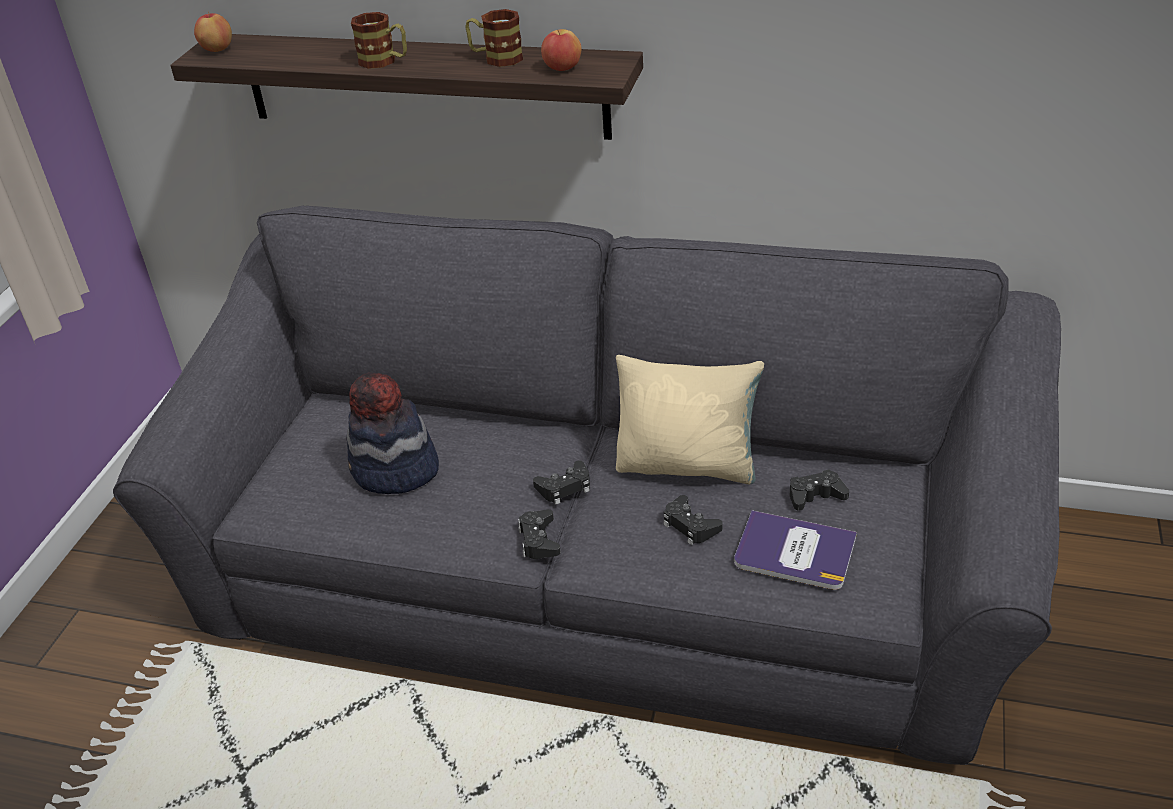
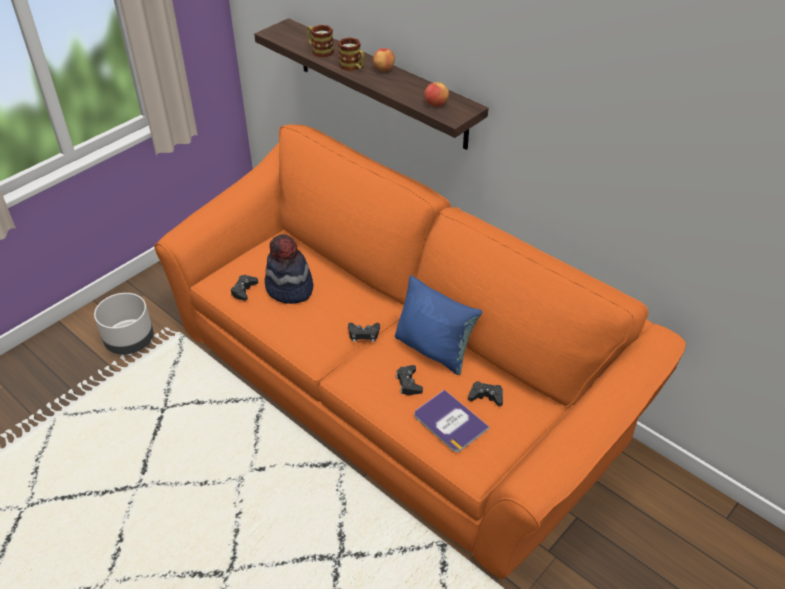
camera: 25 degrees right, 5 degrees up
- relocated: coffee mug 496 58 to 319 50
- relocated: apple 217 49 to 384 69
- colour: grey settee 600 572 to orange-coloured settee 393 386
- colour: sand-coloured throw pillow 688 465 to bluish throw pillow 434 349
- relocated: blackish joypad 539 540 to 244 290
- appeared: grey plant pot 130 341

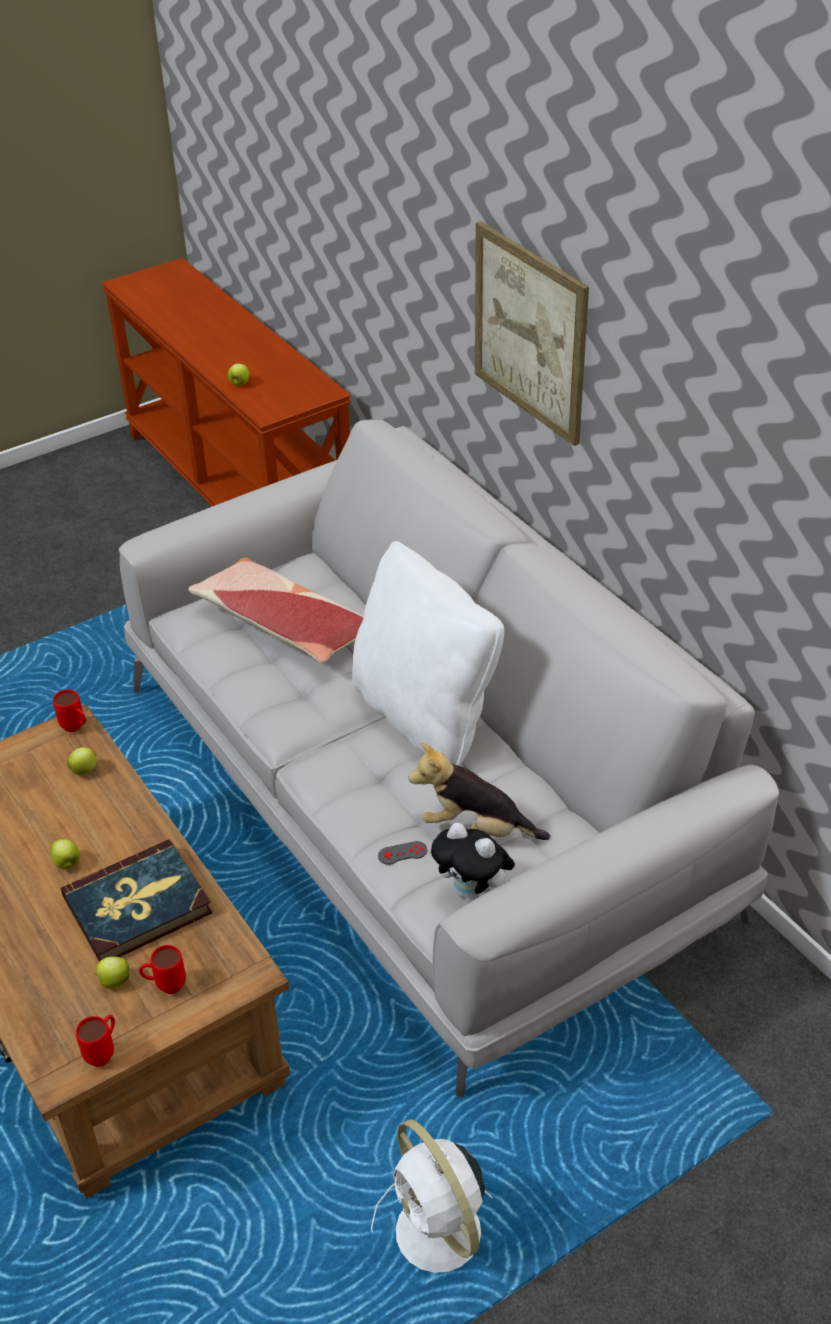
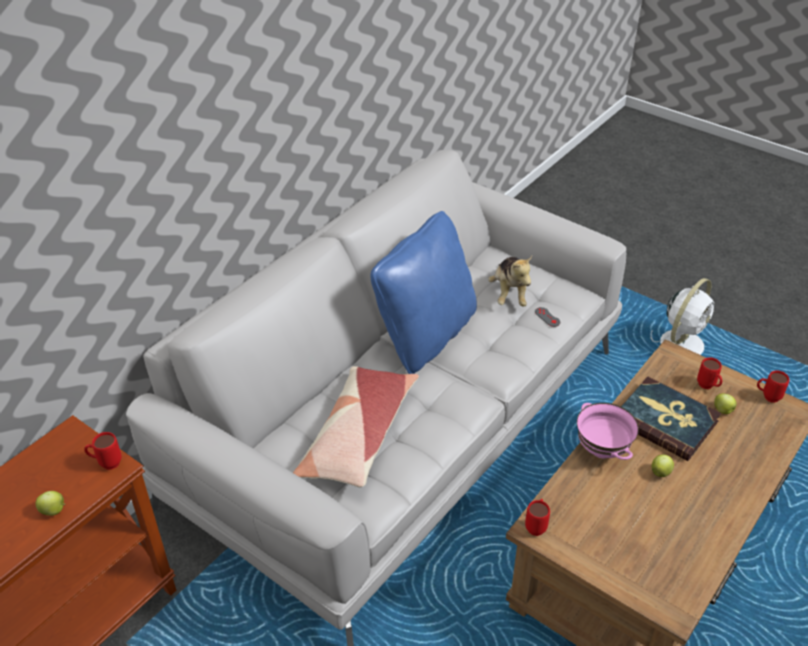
camera: 110 degrees left, 0 degrees up
- missing: picture 530 332
- colour: white throw pillow 424 717 to bluish throw pillow 425 336
- missing: apple 85 770
- missing: plush toy 474 894
- appeared: pink-coloured serving bowl 602 450
- appeared: red coffee mug 106 463

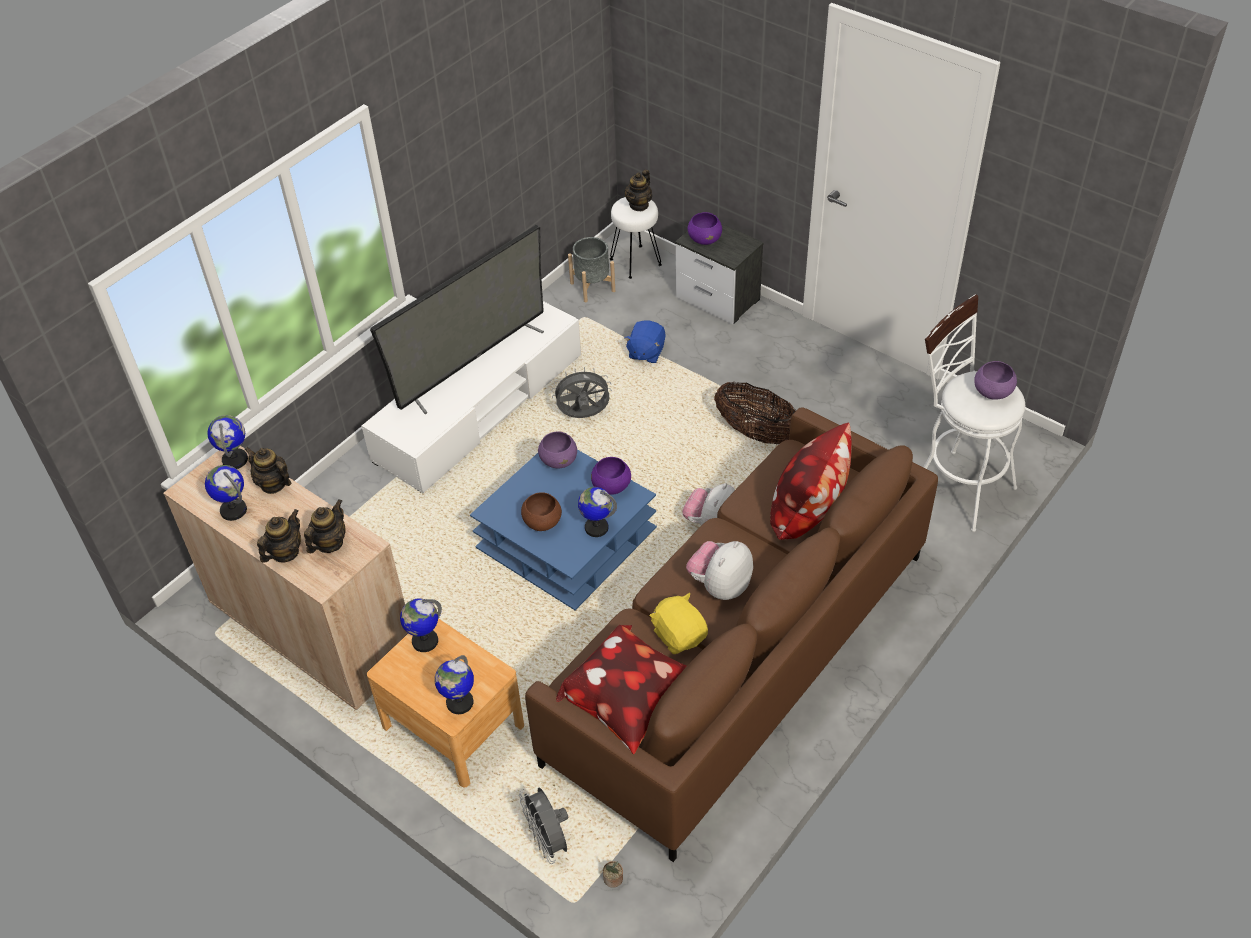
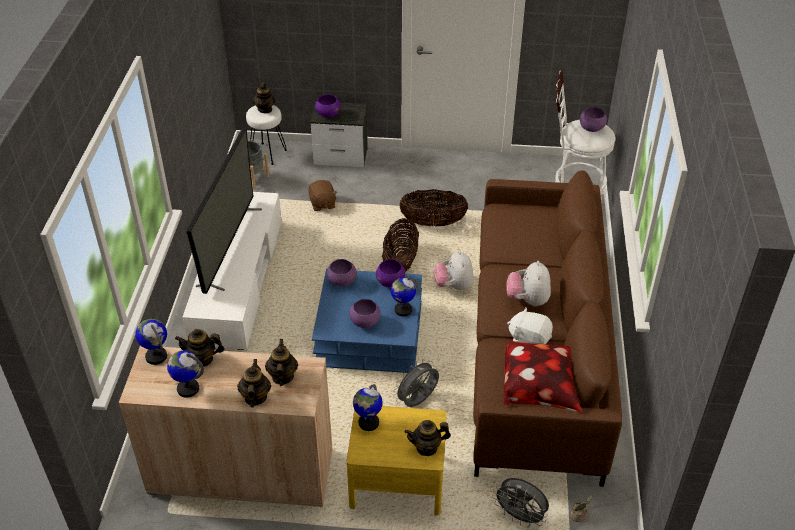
camera: 35 degrees left, 5 degrees down
- colour: bluish plush toy 646 352 to brown plush toy 322 204
- relocated: grey fan 583 416 to 417 402
- missing: throw pillow 809 510
- colour: brown serving bowl 542 522 to purple-coloured serving bowl 365 322
- colour: yellowish plush toy 679 635 to white plush toy 529 339
- colour: brown bedside table 453 726 to yellowish bedside table 397 482
- exchanged: globe 459 702 to teapot 427 447
- appeared: household basket 400 262

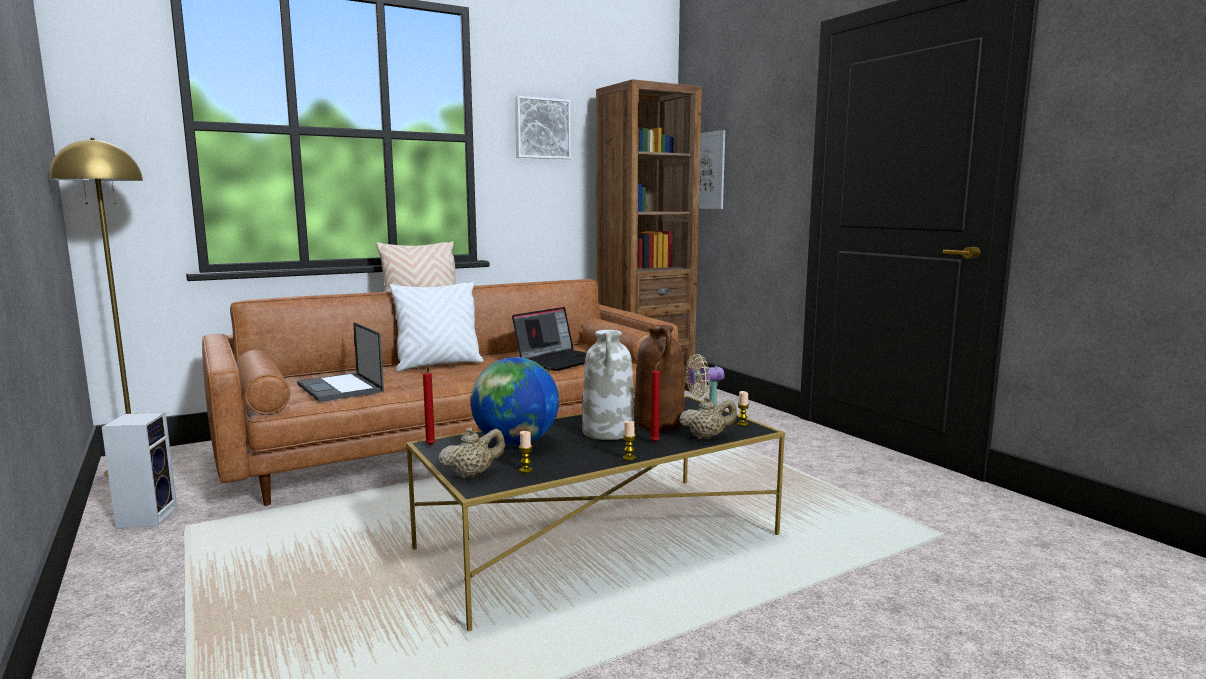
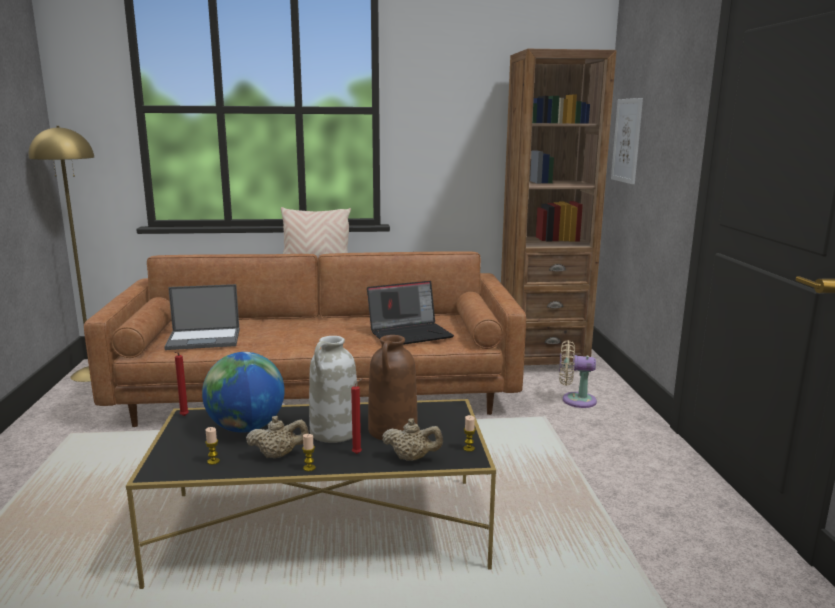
camera: 25 degrees right, 5 degrees up
- missing: picture 542 128
- missing: white throw pillow 438 365
- spun: laptop 341 388 = 205 339 90 degrees counterclockwise
- missing: loudspeaker 147 516
- relocated: sand-coloured teapot 473 474 to 278 455

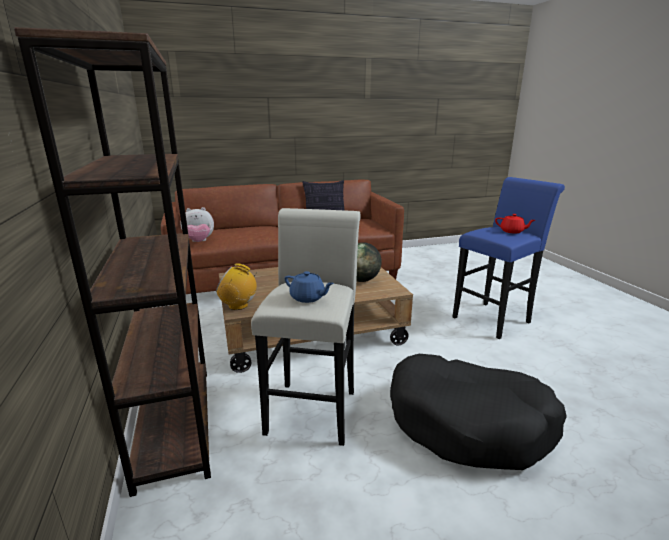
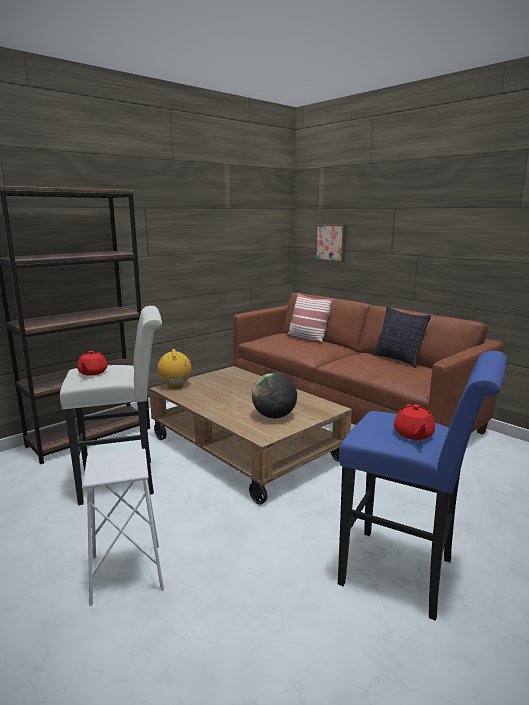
camera: 65 degrees right, 5 degrees down
- missing: plush toy 199 242
- colour: bluish teapot 308 298 to red teapot 92 372
- exchanged: blackish pet bed 469 423 to white sitting stool 126 573
- appeared: picture 331 242
- appeared: throw pillow 307 339

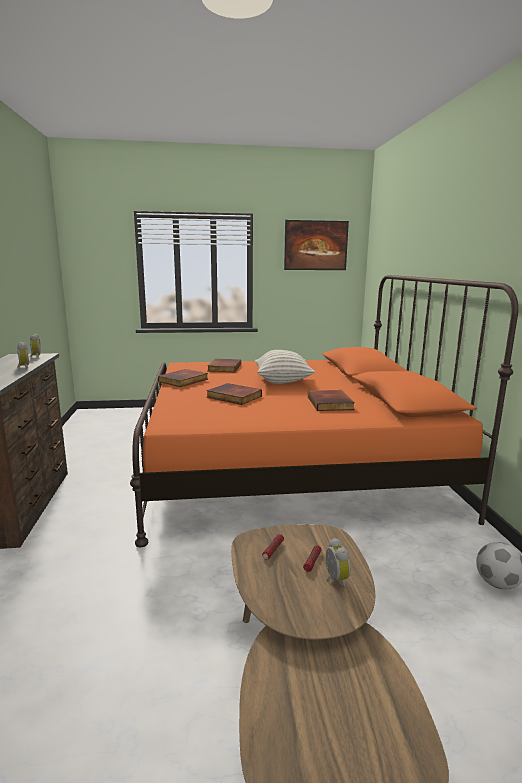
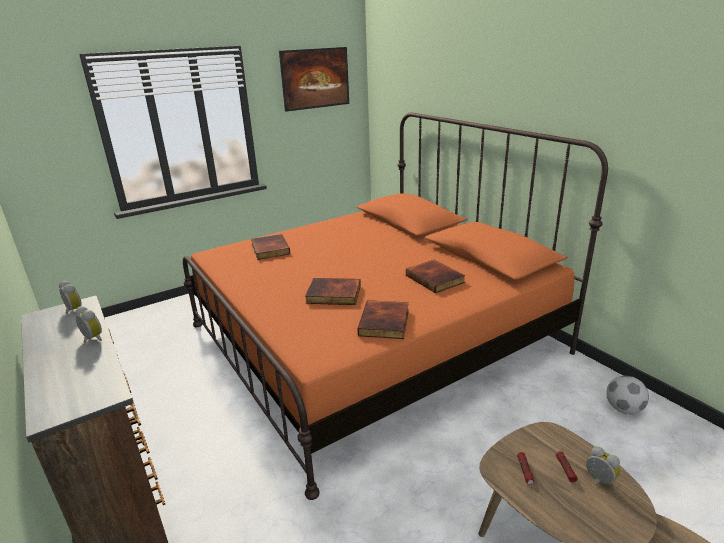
camera: 25 degrees left, 10 degrees up
- missing: throw pillow 282 381
- relocated: book 184 380 to 385 322

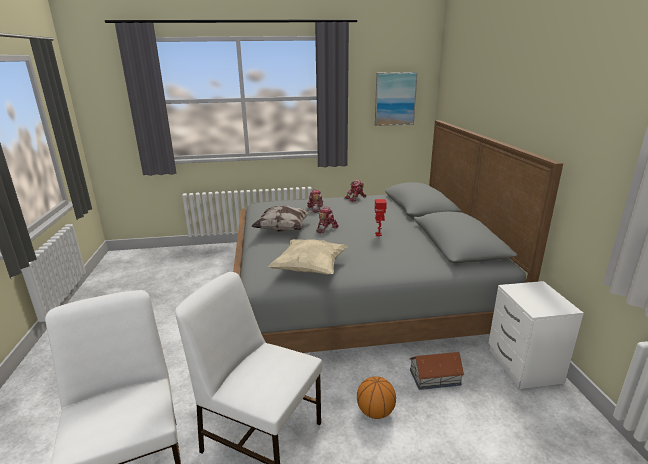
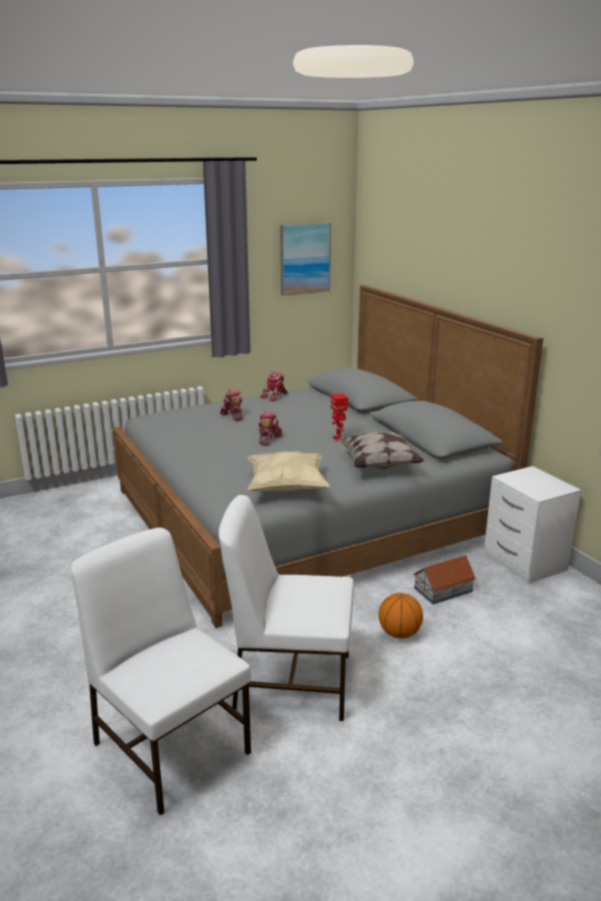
camera: 20 degrees left, 0 degrees up
- relocated: throw pillow 284 229 to 380 465

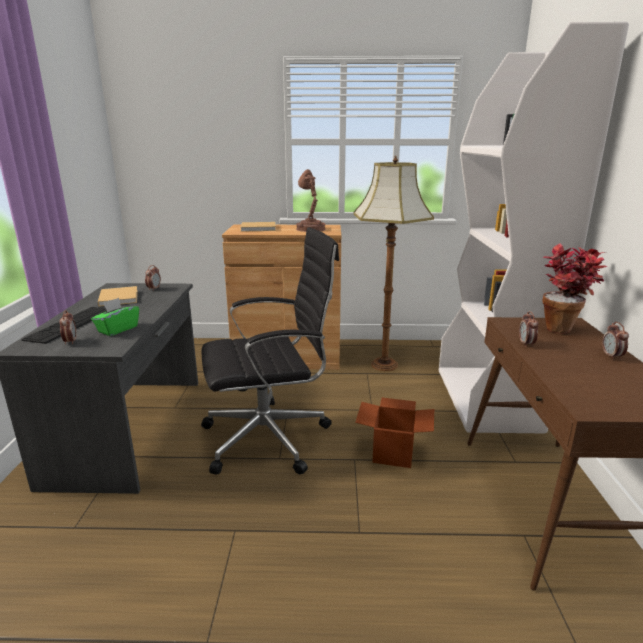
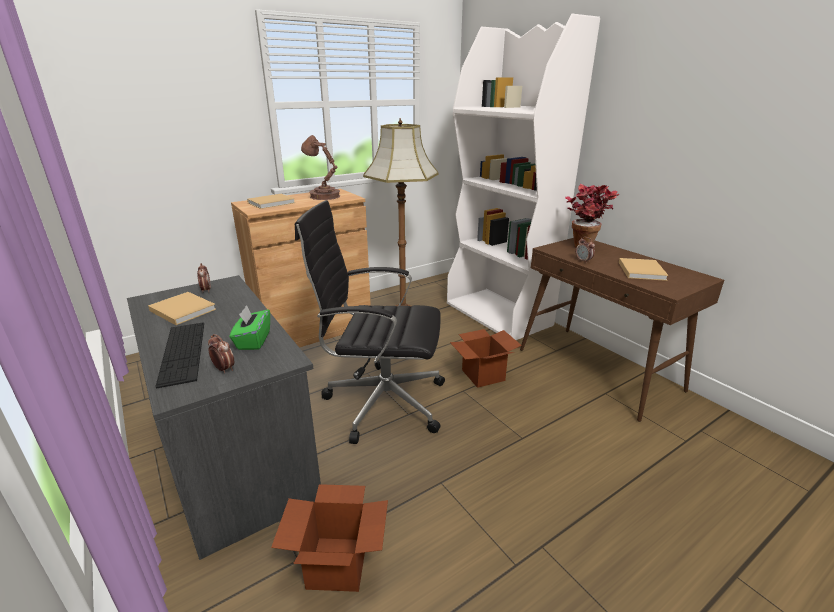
camera: 35 degrees left, 5 degrees up
- spun: blackish computer chair 270 437 = 381 401 120 degrees counterclockwise
- missing: alarm clock 611 356
- appeared: sand-coloured book 641 270
- appeared: cardboard box 337 564

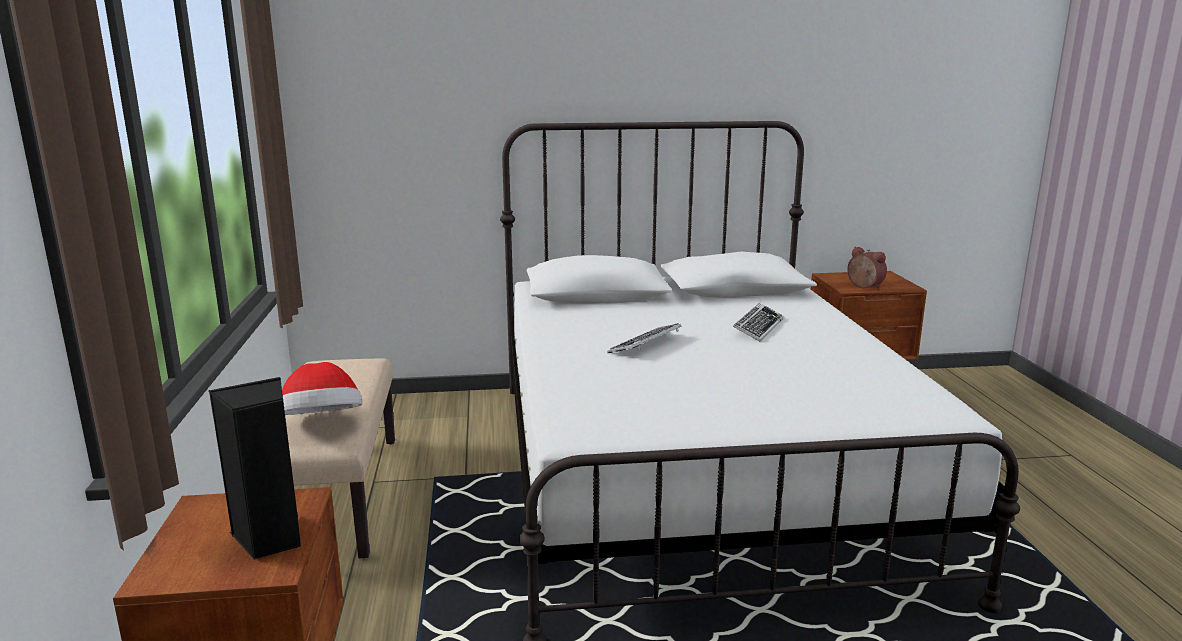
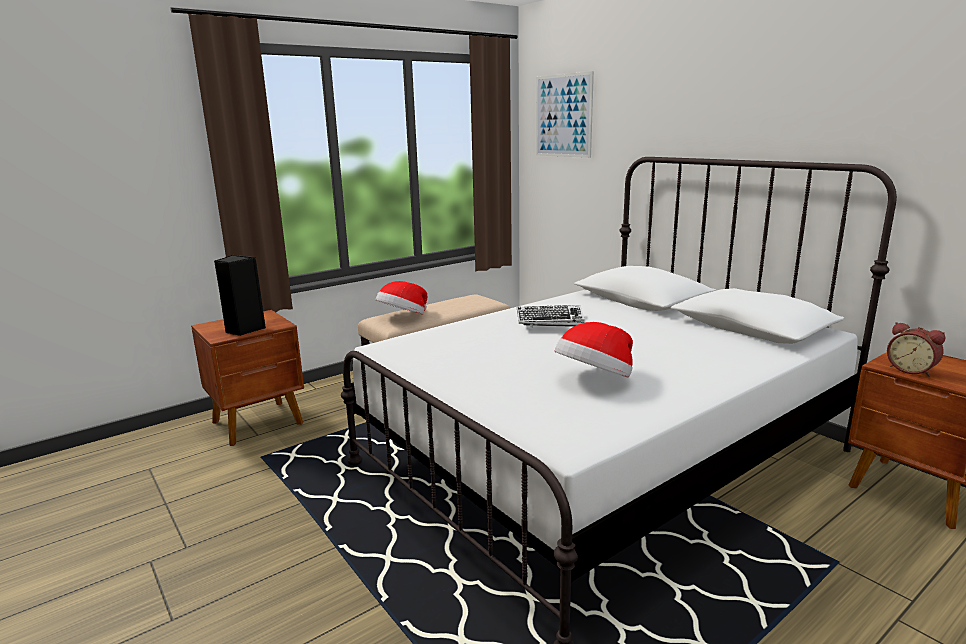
camera: 60 degrees right, 0 degrees up
- spun: alarm clock 863 287 = 911 370 120 degrees clockwise
- relocated: PC keyboard 758 327 to 550 319
- appeared: picture 563 116
- appeared: wearable hat 595 380

